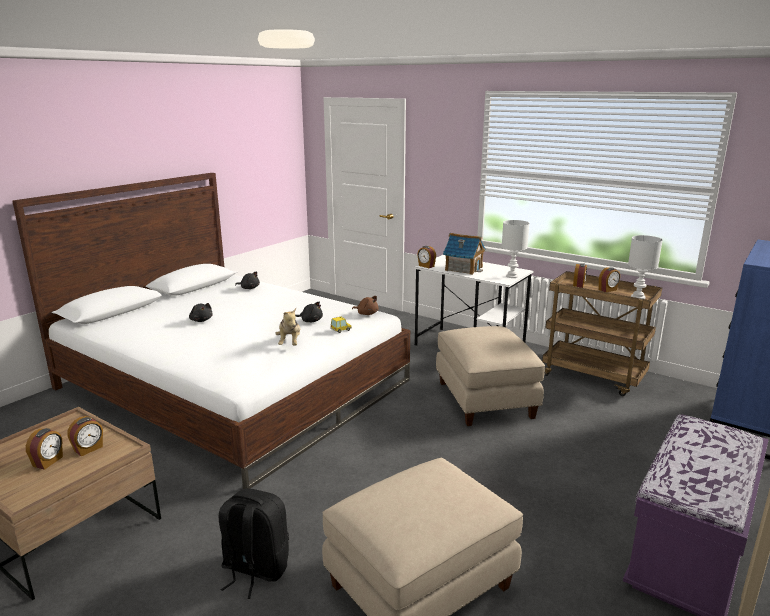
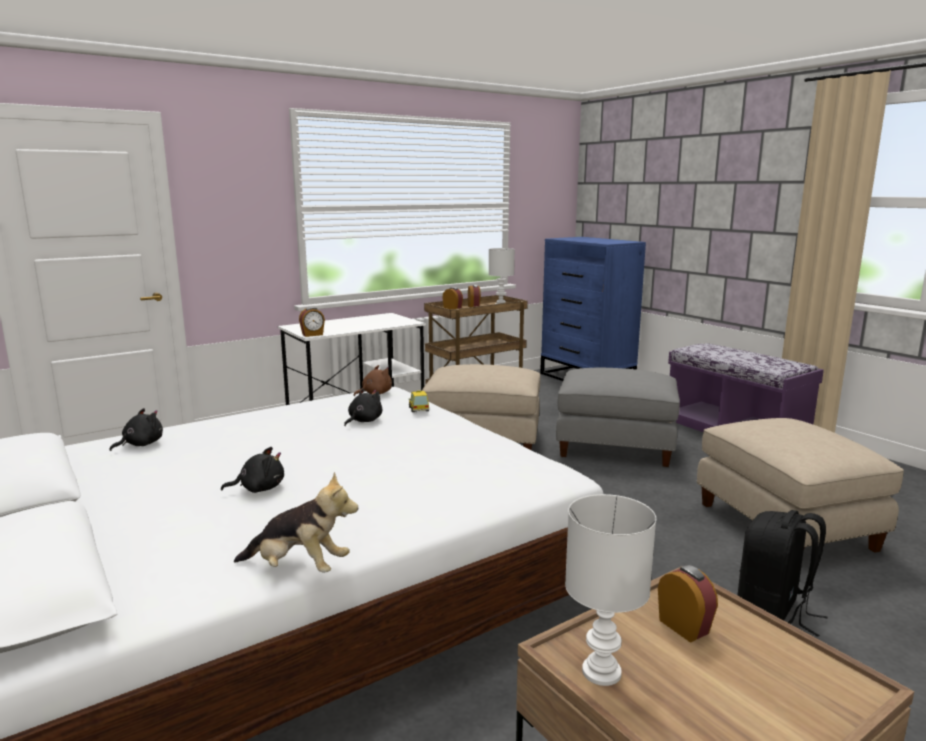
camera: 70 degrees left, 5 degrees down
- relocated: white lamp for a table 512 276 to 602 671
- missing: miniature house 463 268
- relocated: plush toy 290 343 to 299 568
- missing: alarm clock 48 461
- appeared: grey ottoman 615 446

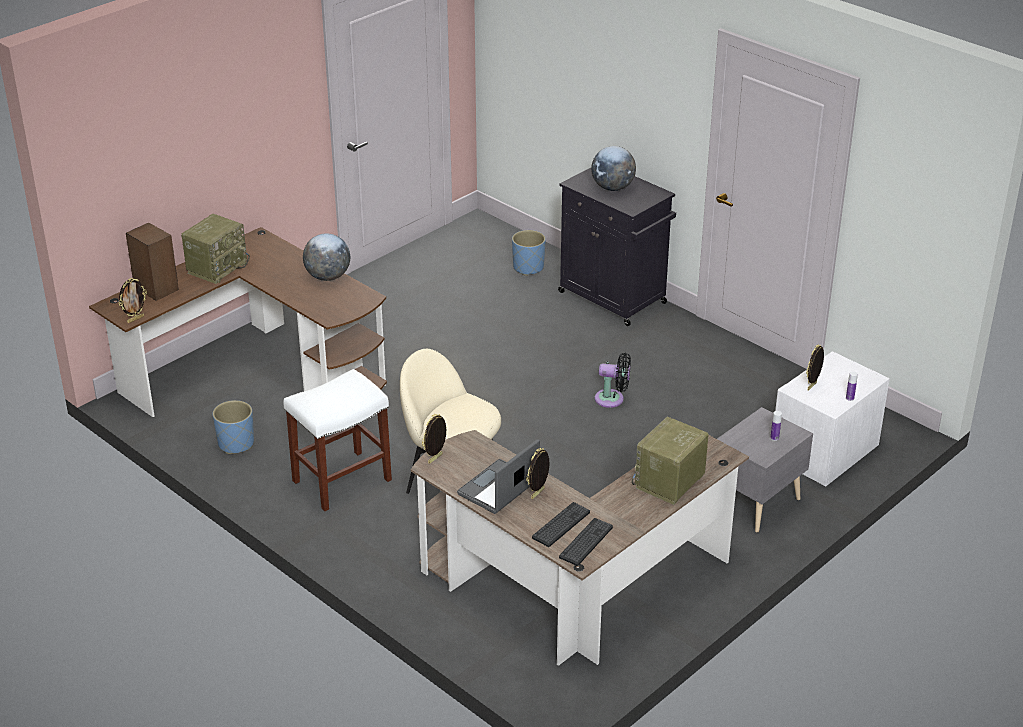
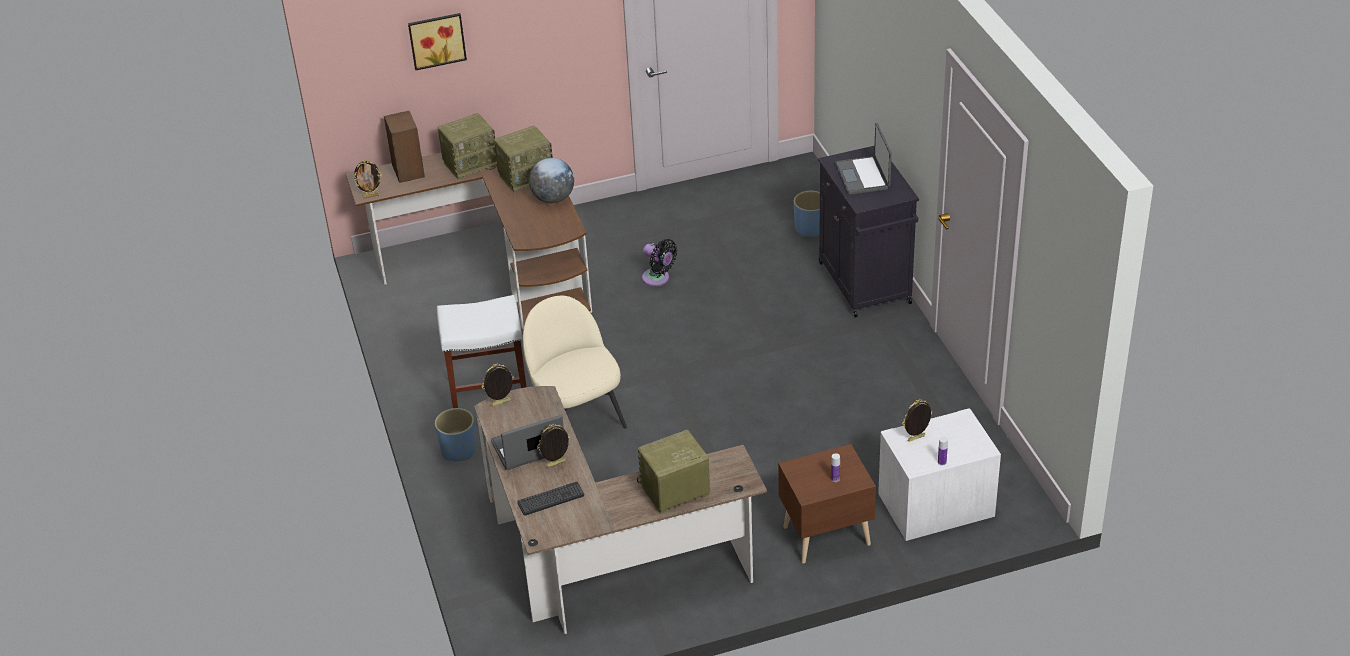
camera: 30 degrees right, 5 degrees up
- exchanged: globe 613 188 to laptop 863 176
- relocated: blackish fan 612 399 to 658 279
- relocated: bluish plant pot 235 443 to 458 450
- colour: grey bedside table 755 503 to brown bedside table 824 535
- missing: PC keyboard 586 542
- appeared: picture 436 39
- appeared: radio 527 176

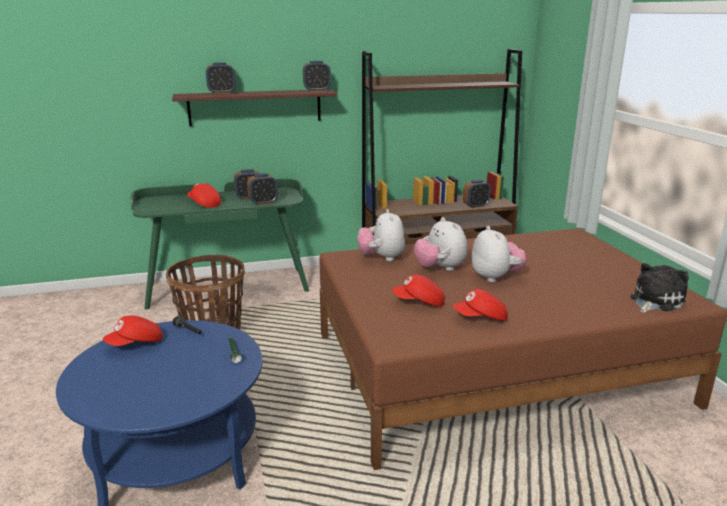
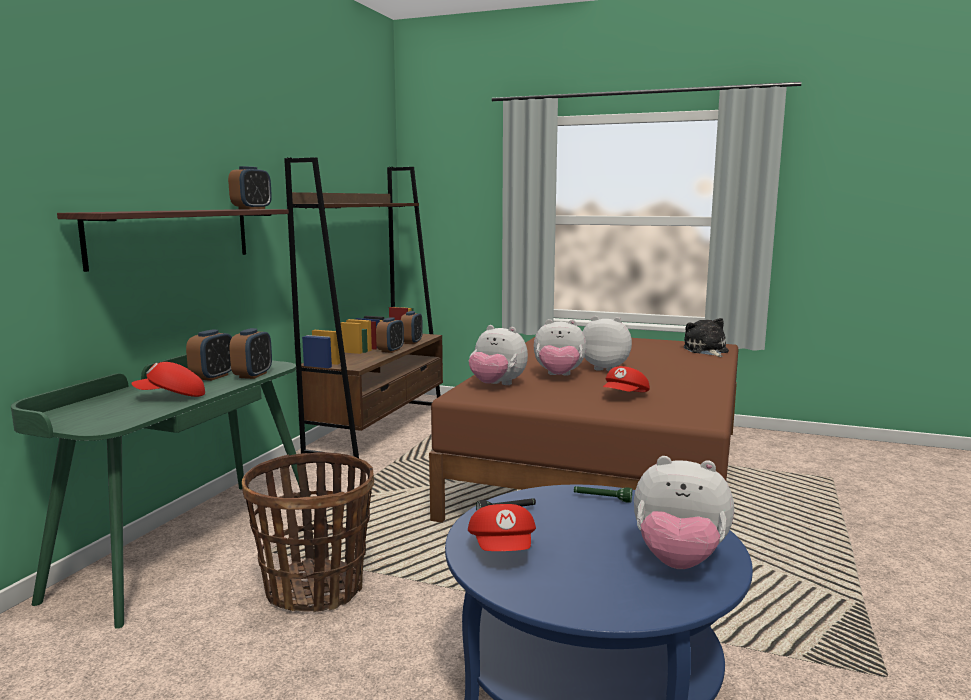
camera: 55 degrees left, 10 degrees down
- relocated: alarm clock 222 93 to 390 350
- missing: red baseball cap 481 318
- appeared: plush toy 679 561

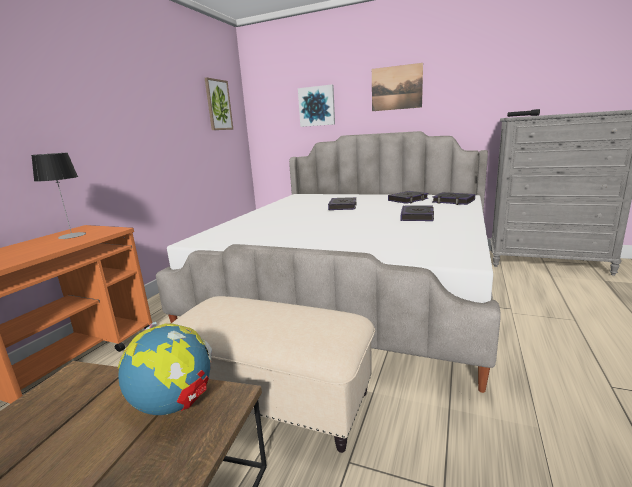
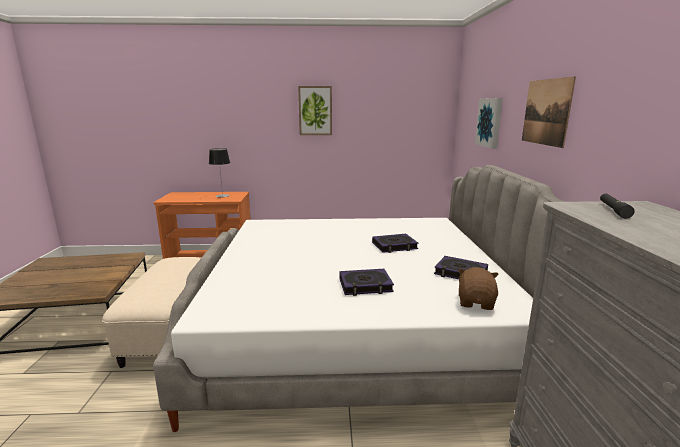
camera: 65 degrees right, 0 degrees up
- relocated: picture 218 105 to 315 110
- exchanged: book 453 201 to brown plush toy 476 302
- missing: globe 175 404

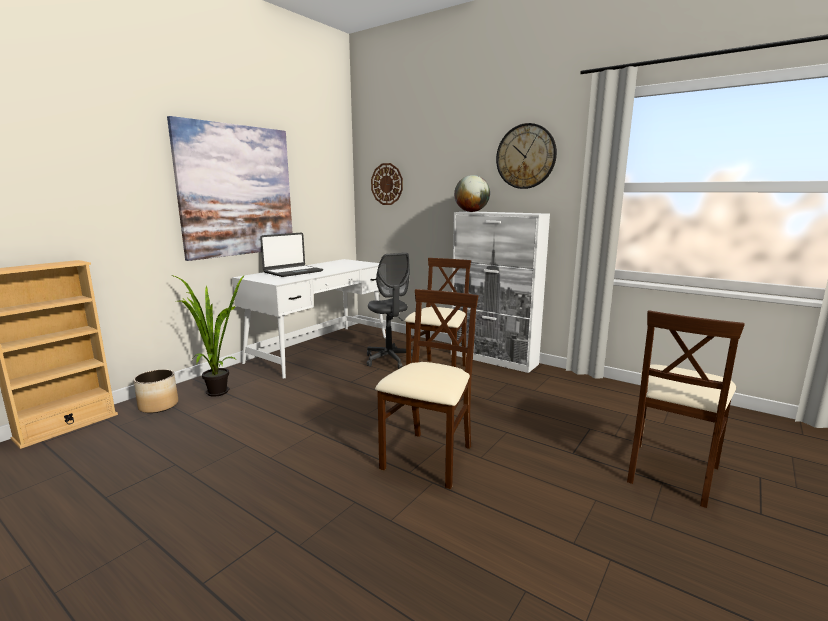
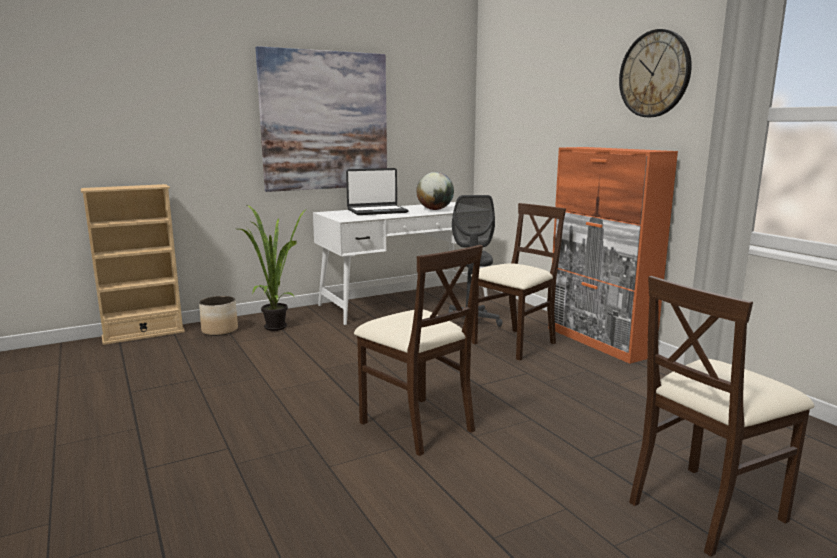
camera: 25 degrees right, 0 degrees up
- missing: clock on the wall 387 184
- relocated: globe 471 211 to 435 209
- colour: white cupboard 493 359 to orange-coloured cupboard 598 342
- spun: sand-coloured plain chair 429 459 = 417 425 90 degrees clockwise

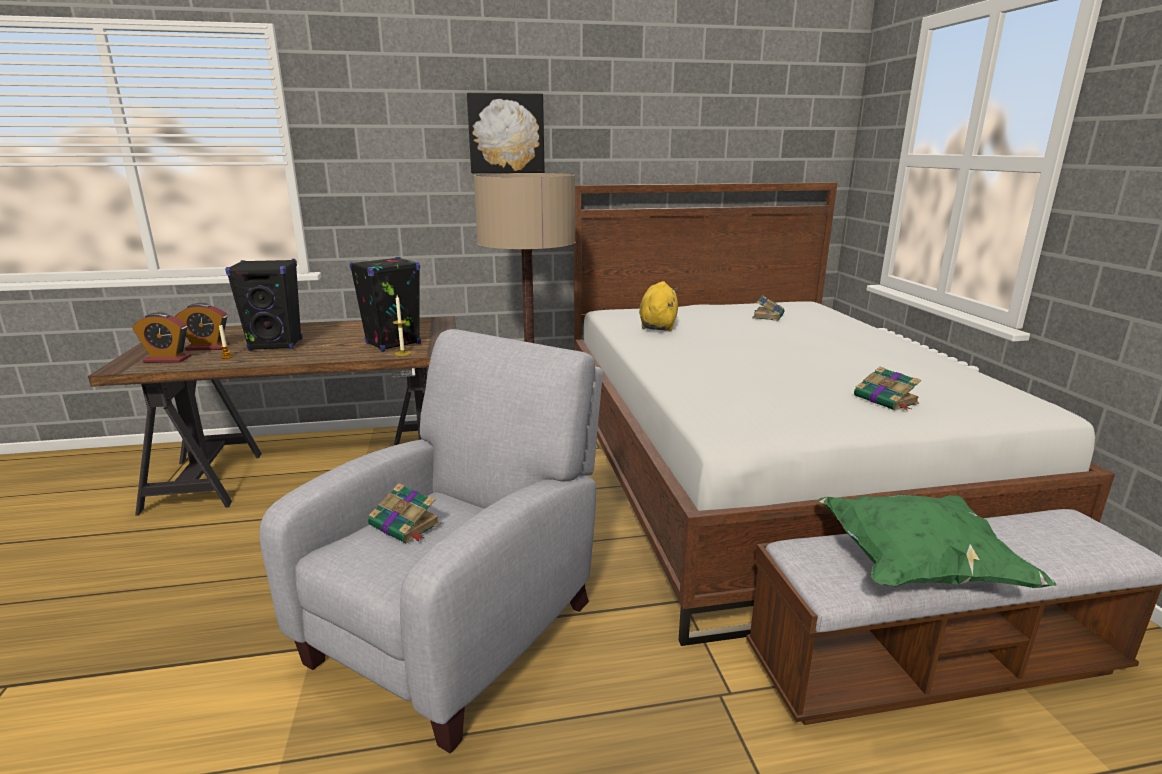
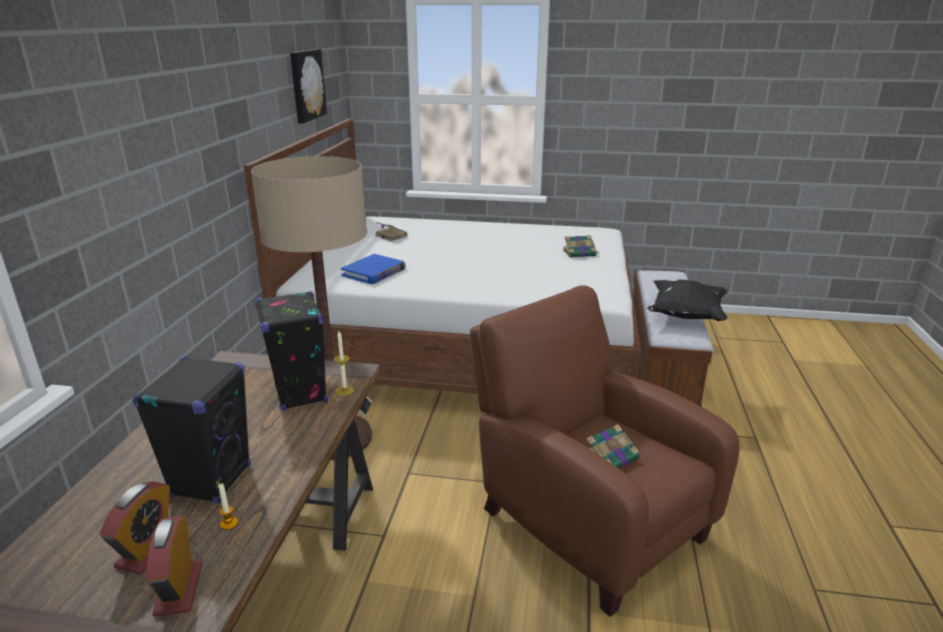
camera: 70 degrees left, 5 degrees up
- relocated: picture 506 134 to 306 85
- exchanged: yellowish plush toy 658 326 to bluish book 374 272
- spun: alarm clock 167 359 = 179 589 150 degrees clockwise
- colour: grey armchair 462 626 to brown armchair 586 519
- colour: green-coloured throw pillow 917 568 to blackish throw pillow 686 315

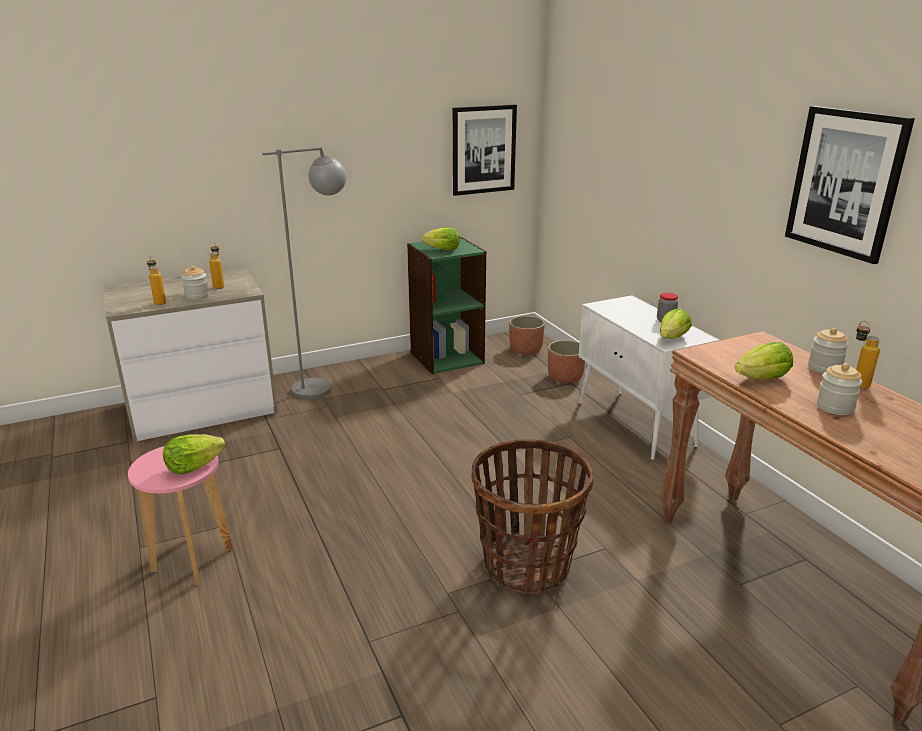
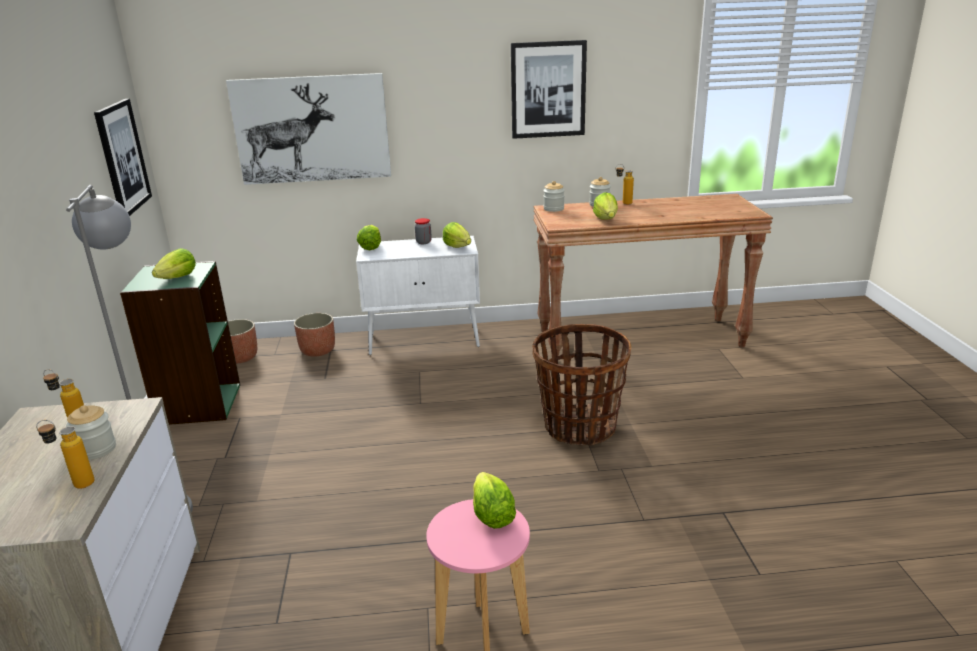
camera: 70 degrees left, 0 degrees up
- relocated: storage jar 835 407 to 553 209
- appeared: picture 312 129
- appeared: lettuce 370 247

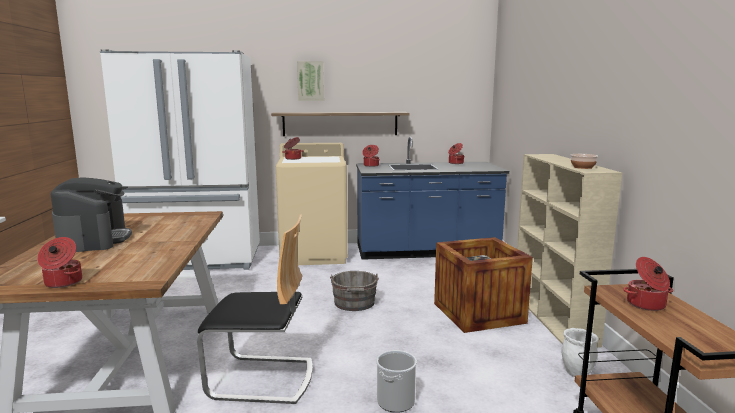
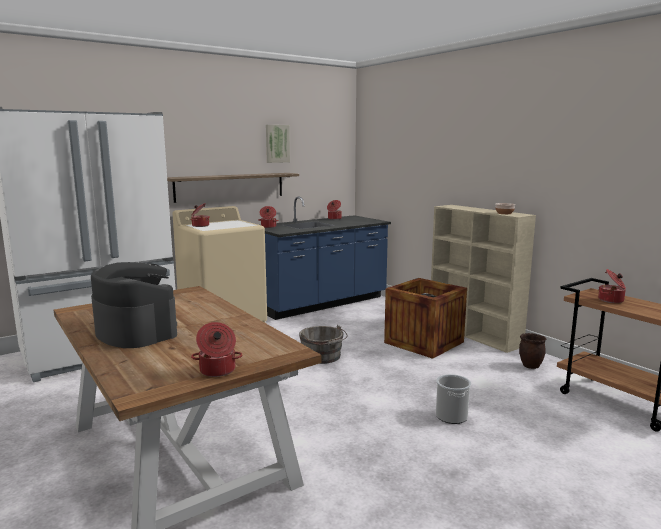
camera: 30 degrees left, 0 degrees up
- relocated: picture 310 81 to 277 143
- missing: plain chair 262 379
- colour: white plant pot 577 373 to brown plant pot 531 366

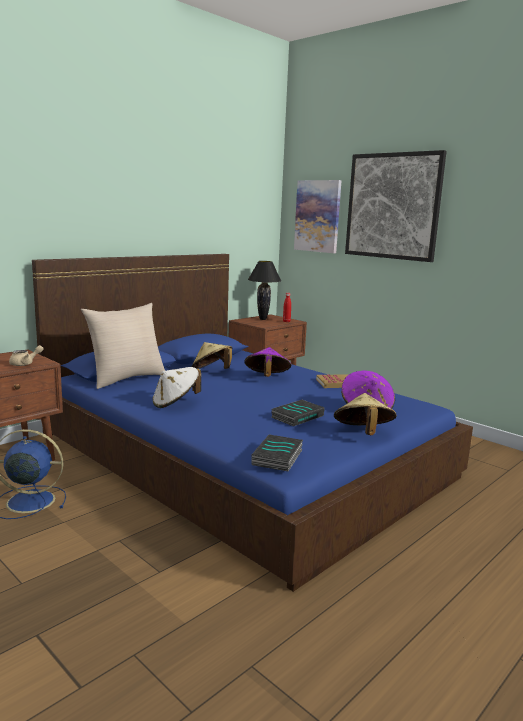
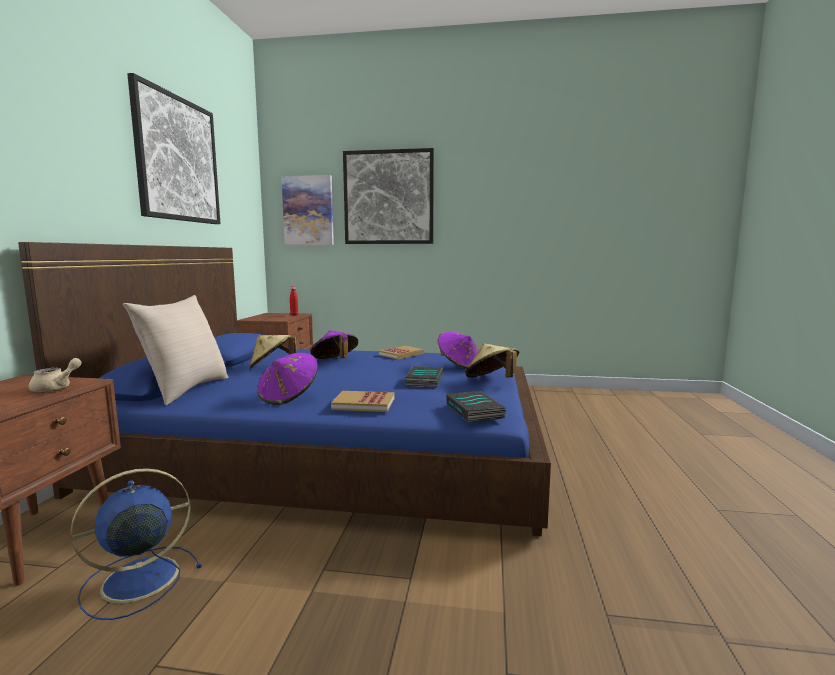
camera: 35 degrees left, 5 degrees down
- missing: blackish lamp for a table 263 319
- colour: white wearable hat 175 403 to purple-coloured wearable hat 289 397
- appeared: picture 177 159
- appeared: book 364 404

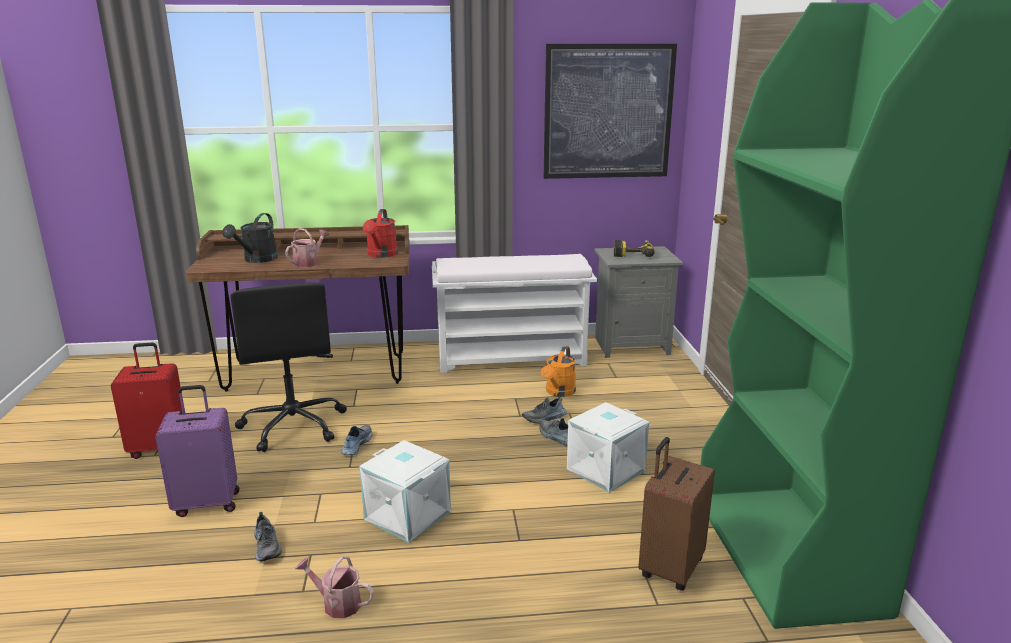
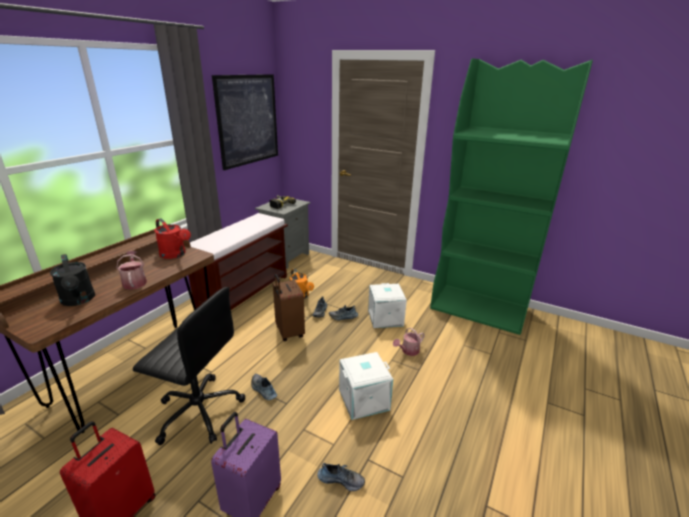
camera: 55 degrees left, 5 degrees up
- colour: white bench 512 358 to brown bench 244 291
- relocated: brown travel case 669 568 to 288 332
- relocated: watering can 337 603 to 408 351

